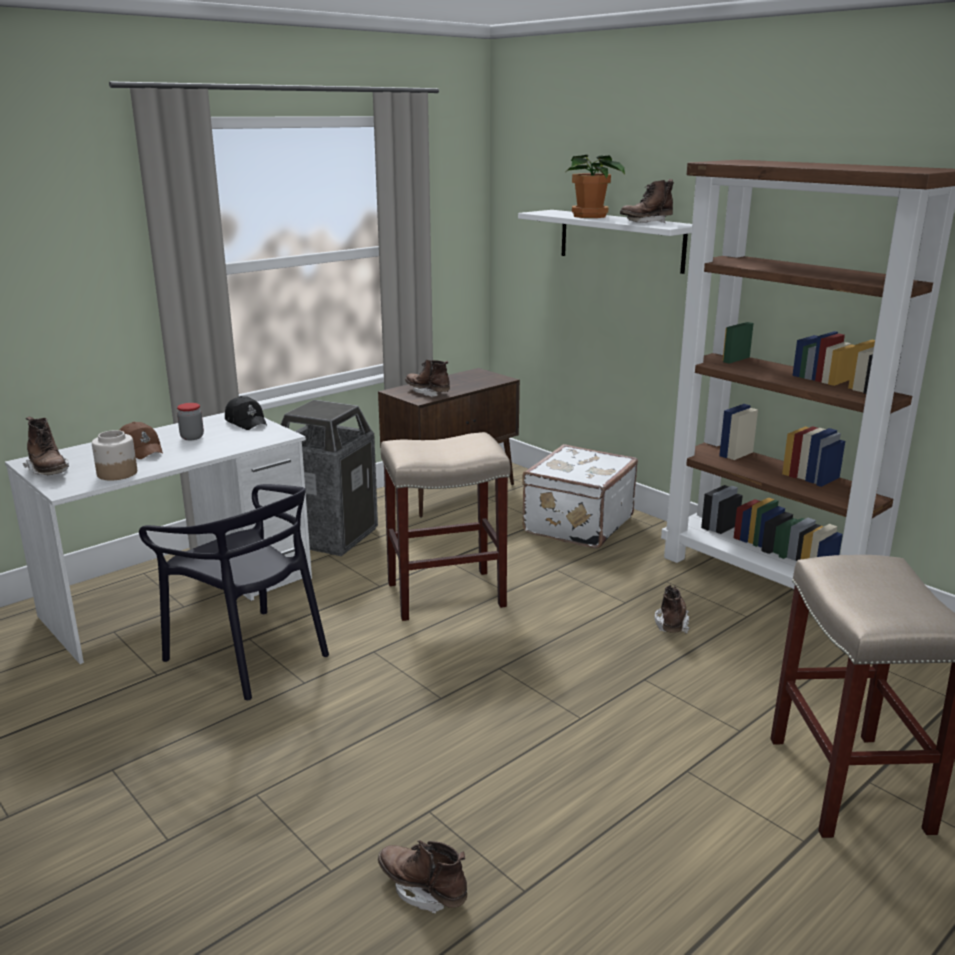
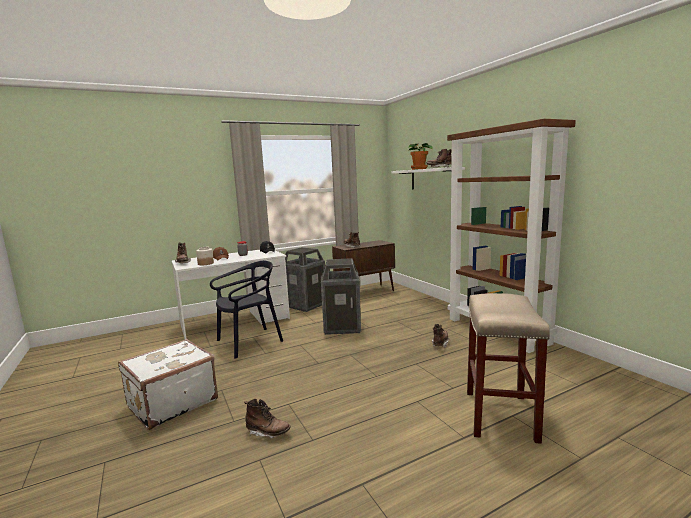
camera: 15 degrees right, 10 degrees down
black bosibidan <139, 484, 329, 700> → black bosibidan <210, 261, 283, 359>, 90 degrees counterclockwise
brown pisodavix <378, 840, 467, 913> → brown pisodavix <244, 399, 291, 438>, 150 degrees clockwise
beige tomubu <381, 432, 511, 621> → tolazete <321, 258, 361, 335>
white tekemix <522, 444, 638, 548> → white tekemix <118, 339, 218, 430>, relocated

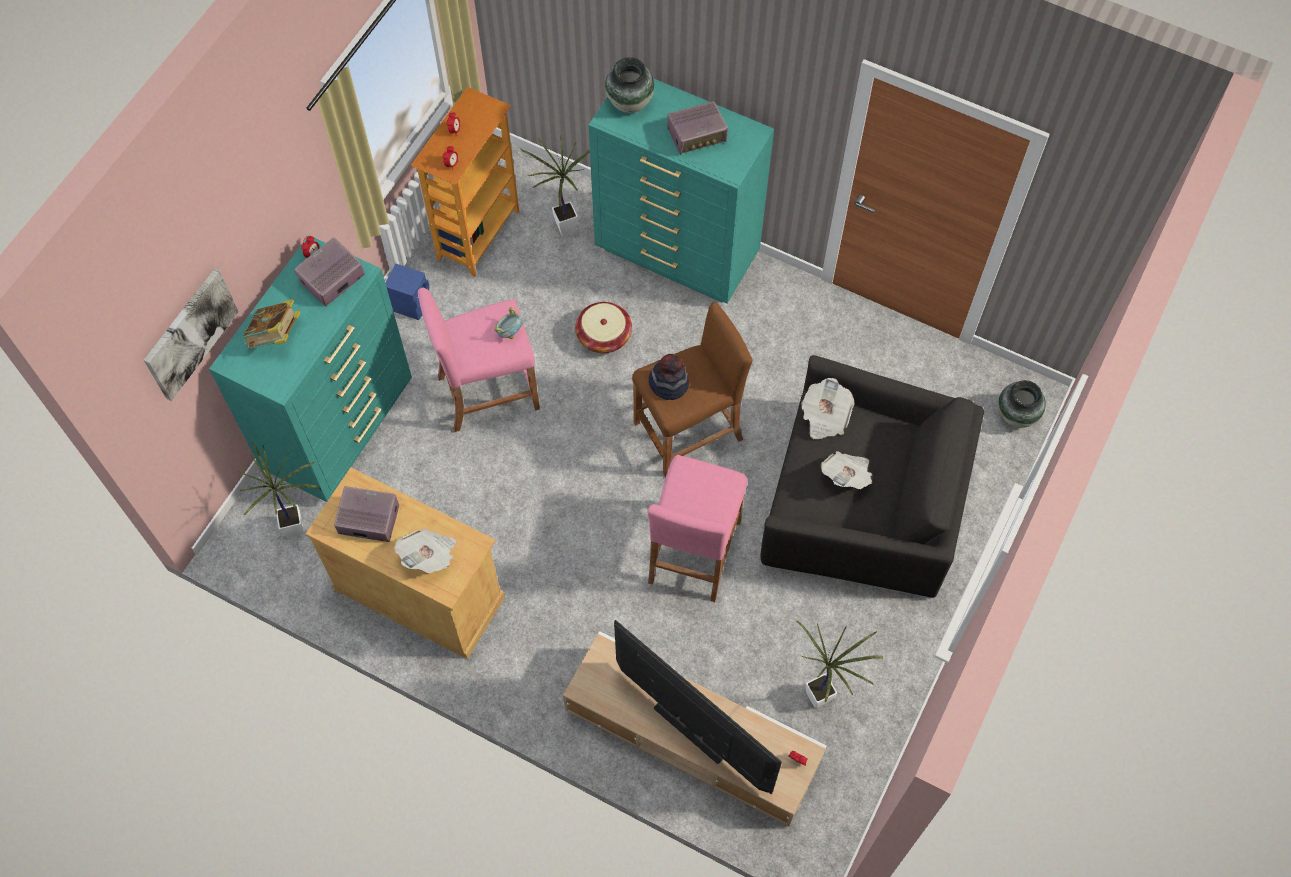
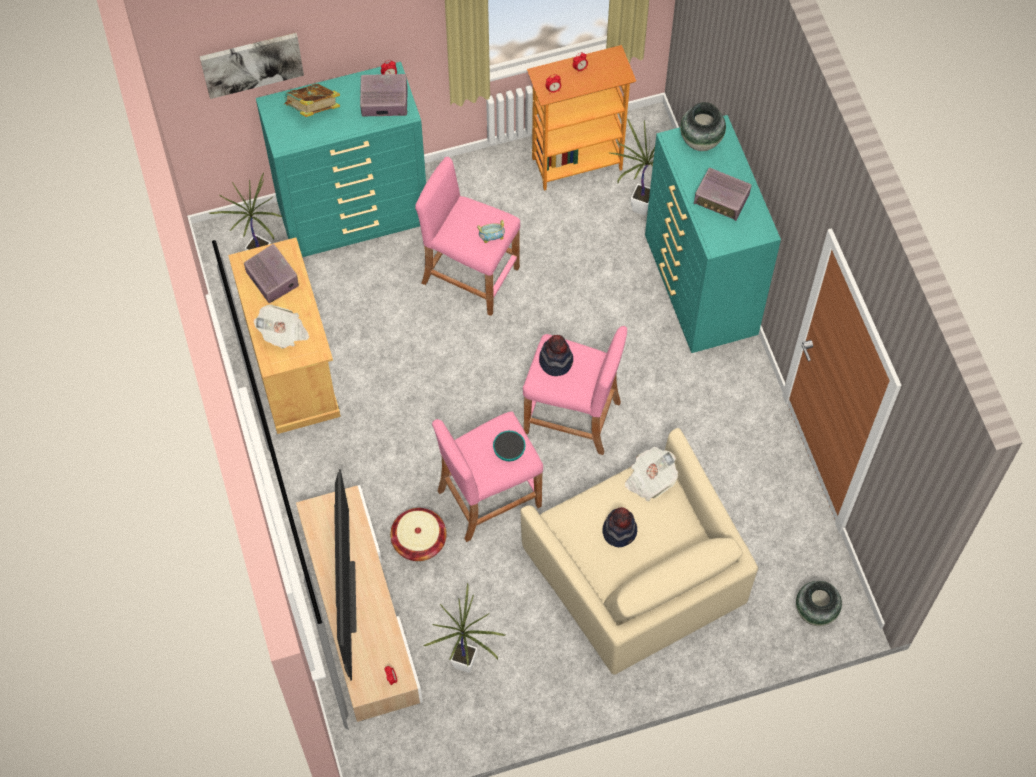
camera: 45 degrees right, 0 degrees up
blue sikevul <385, 264, 429, 320> → -
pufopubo <575, 302, 632, 353> → pufopubo <390, 508, 447, 561>, relocated
brown tomubu <632, 302, 753, 477> → pink tomubu <523, 326, 627, 455>
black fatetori <760, 355, 984, 598> → beige fatetori <520, 428, 758, 675>
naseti <821, 451, 873, 489> → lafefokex <602, 507, 637, 547>
- → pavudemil <493, 431, 526, 461>

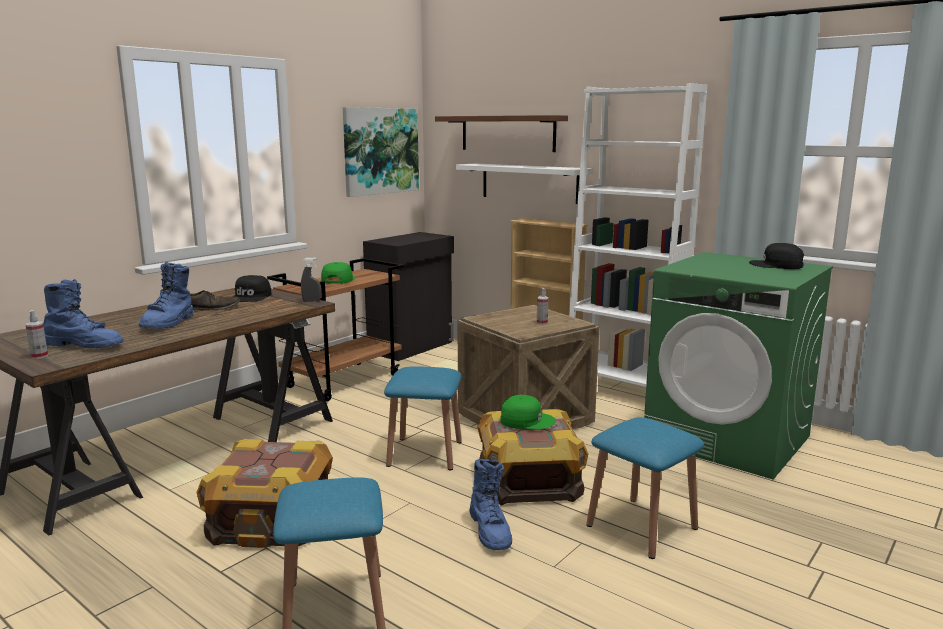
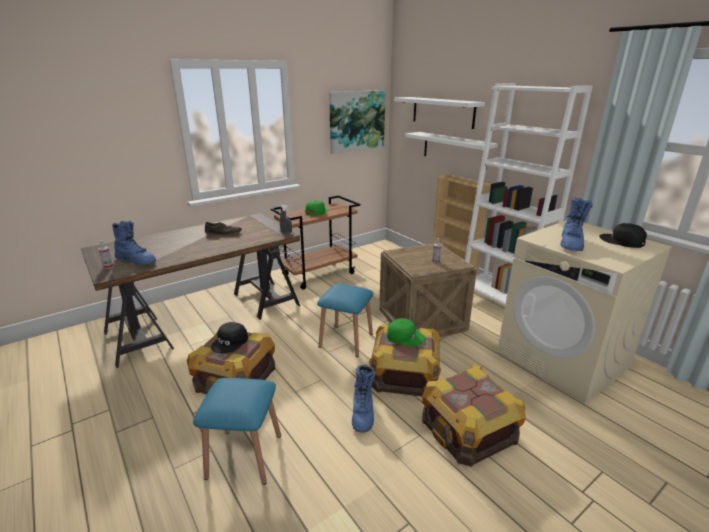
camera: 15 degrees right, 10 degrees up
blue pisodavix <139, 261, 193, 329> → blue pisodavix <560, 197, 593, 251>, relocated
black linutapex <232, 275, 271, 302> → black linutapex <211, 322, 248, 354>, relocated
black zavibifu <363, 232, 454, 361> → -
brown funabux <435, 115, 568, 152> → white funabux <394, 97, 485, 129>
blue tomubu <586, 417, 704, 559> → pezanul <422, 365, 526, 467>
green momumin <644, 252, 833, 479> → beige momumin <497, 220, 672, 404>

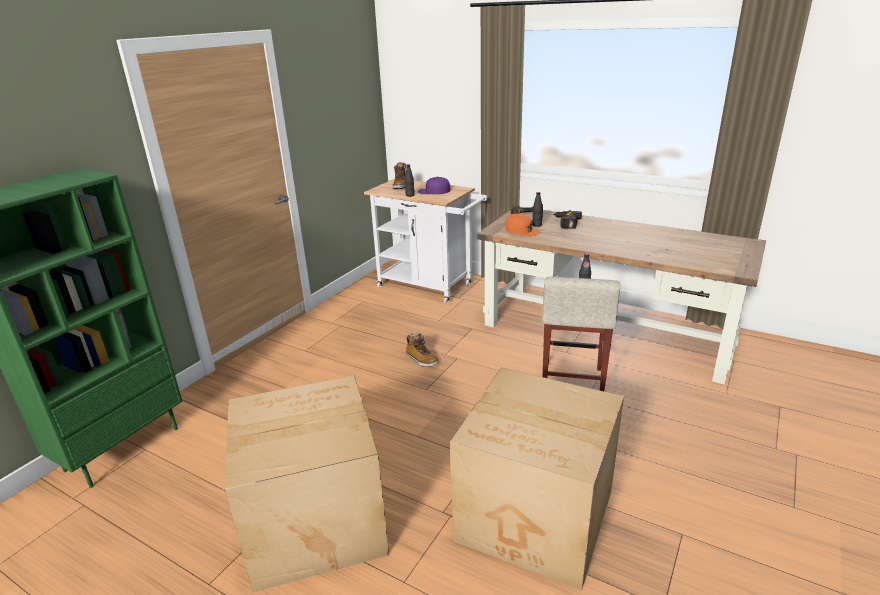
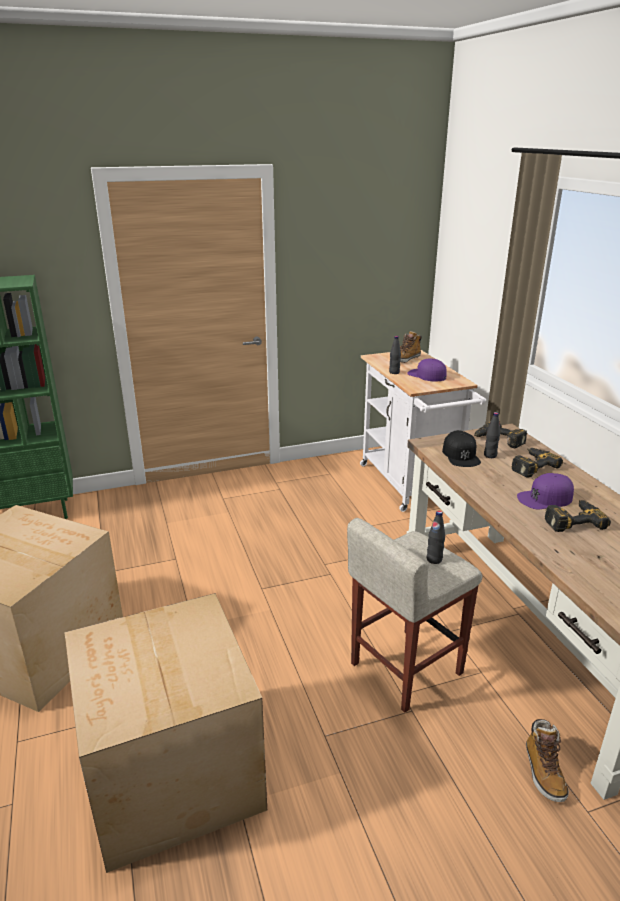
camera: 40 degrees right, 0 degrees up
pisodavix <406, 333, 438, 367> → pisodavix <526, 719, 569, 802>, relocated
orange linutapex <505, 214, 541, 237> → black linutapex <442, 430, 481, 467>
- → purple linutapex <517, 473, 574, 509>
- → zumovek <545, 500, 611, 532>

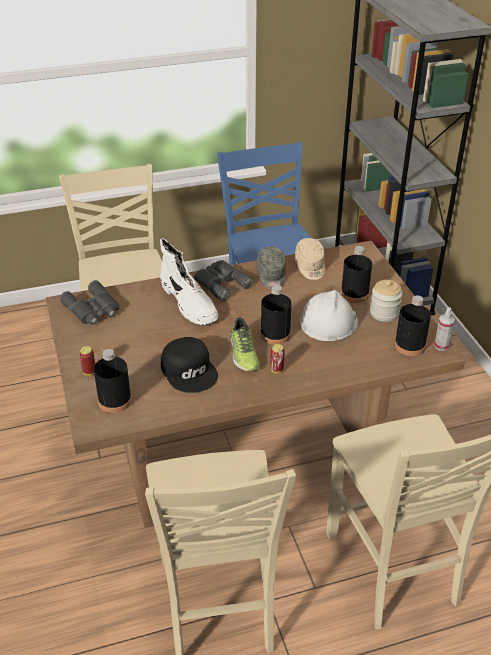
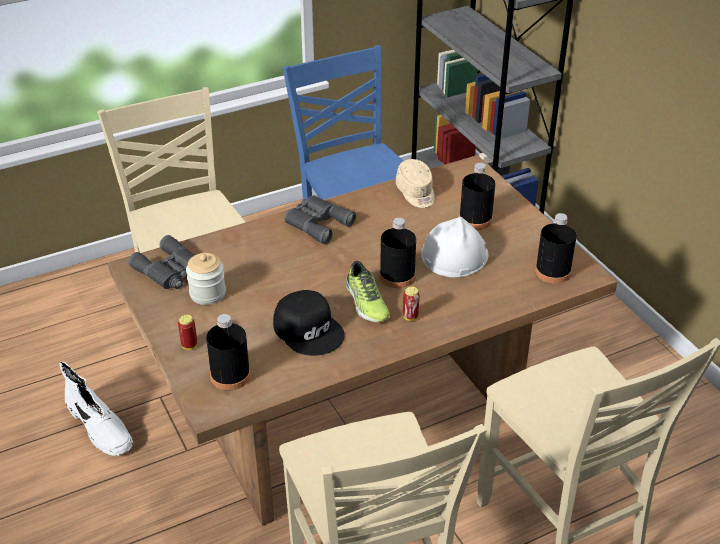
camera: 10 degrees left, 0 degrees up
white pisodavix <160, 238, 219, 325> → white pisodavix <59, 362, 133, 456>, relocated
grey linutapex <256, 247, 286, 289> → -
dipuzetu <370, 280, 402, 322> → dipuzetu <186, 253, 226, 305>, relocated
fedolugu <434, 307, 455, 351> → -

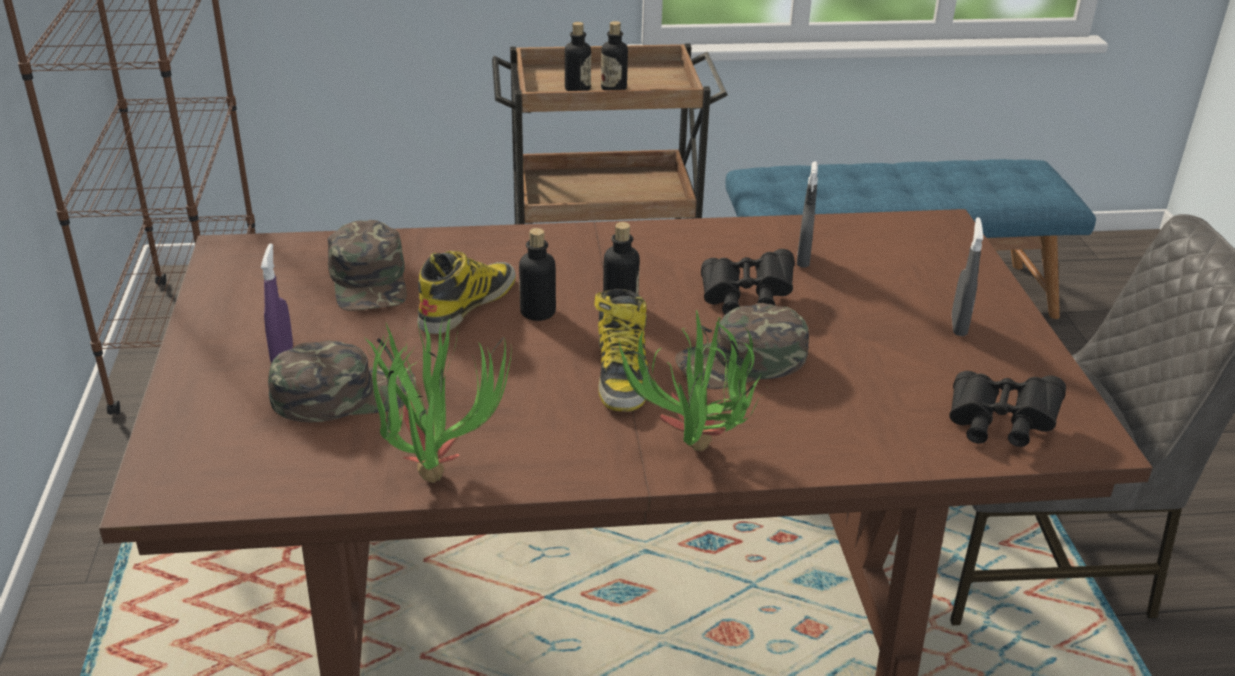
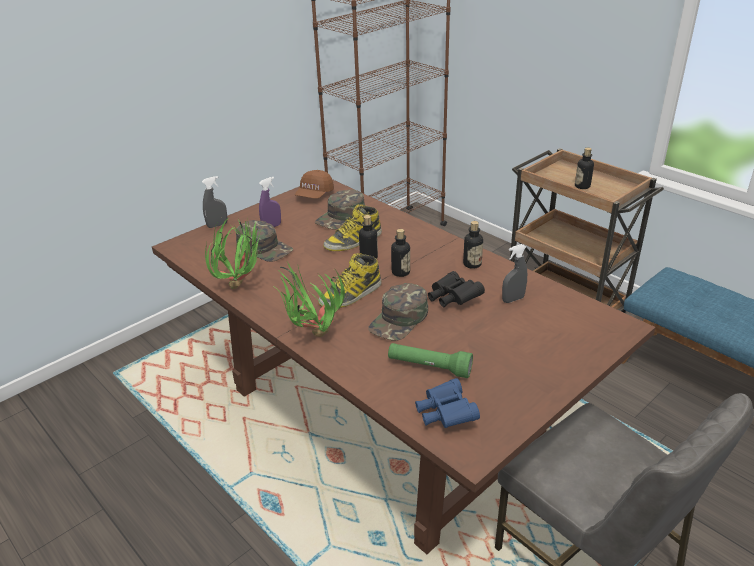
camera: 55 degrees right, 0 degrees up
pisodavix <417, 251, 516, 334> → pisodavix <323, 204, 382, 251>, 150 degrees clockwise
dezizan <565, 22, 591, 91> → dezizan <463, 221, 483, 269>, relocated
green linutapex <675, 303, 809, 389> → green linutapex <368, 283, 428, 341>, 90 degrees counterclockwise
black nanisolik <949, 371, 1066, 447> → blue nanisolik <415, 378, 480, 428>
grey fedolugu <952, 217, 983, 336> → grey fedolugu <202, 176, 228, 228>, relocated
- → brown linutapex <295, 170, 334, 199>
- → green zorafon <388, 343, 473, 378>

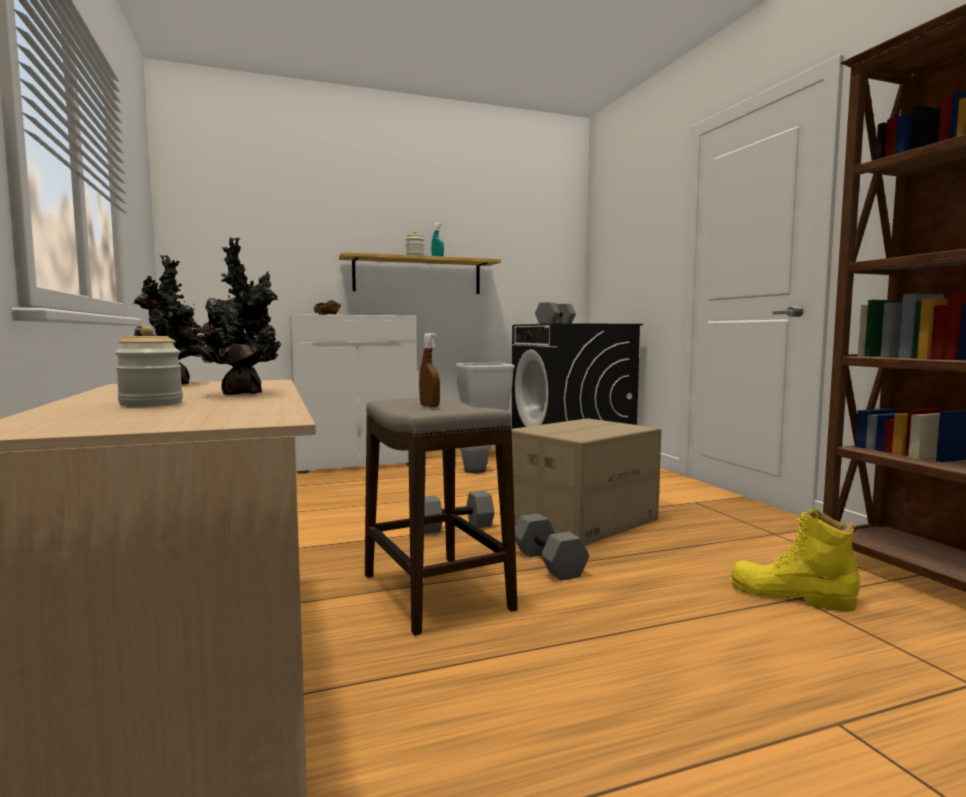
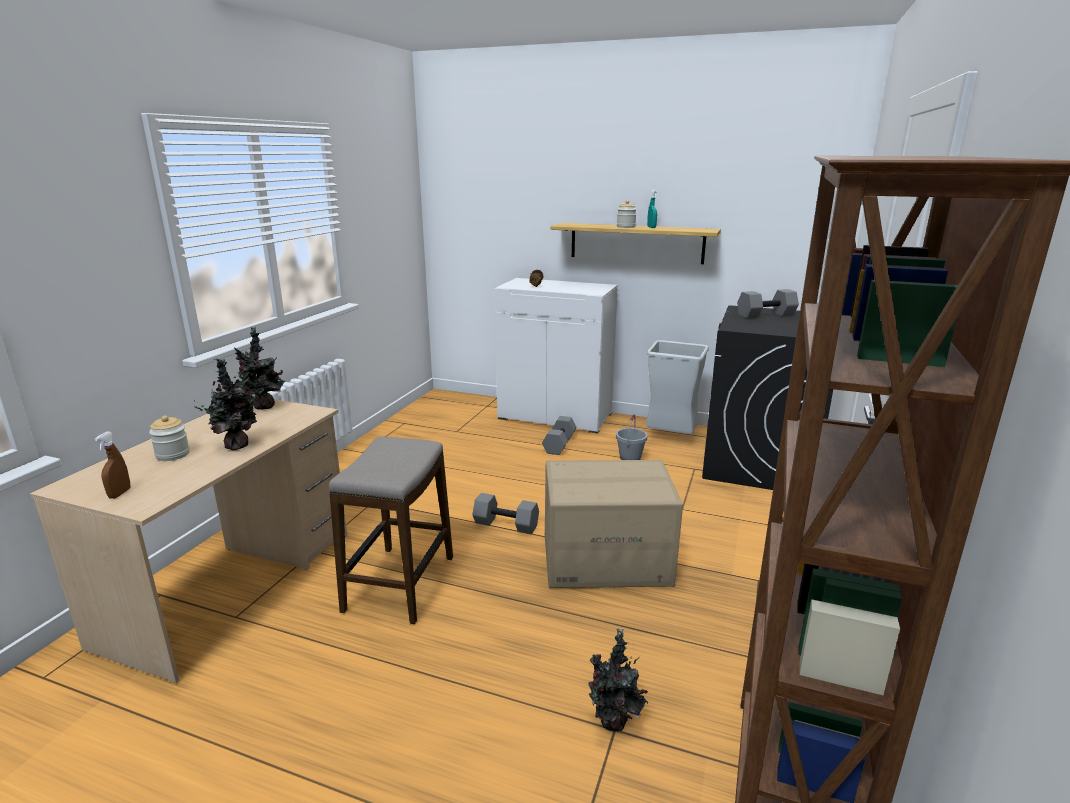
camera: 40 degrees right, 15 degrees up
brown fedolugu <419, 333, 440, 407> → brown fedolugu <95, 431, 131, 499>, relocated
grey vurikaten <515, 514, 589, 581> → grey vurikaten <542, 416, 577, 455>, relocated
yellow pisodavix <731, 510, 860, 612> → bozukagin <588, 628, 648, 731>

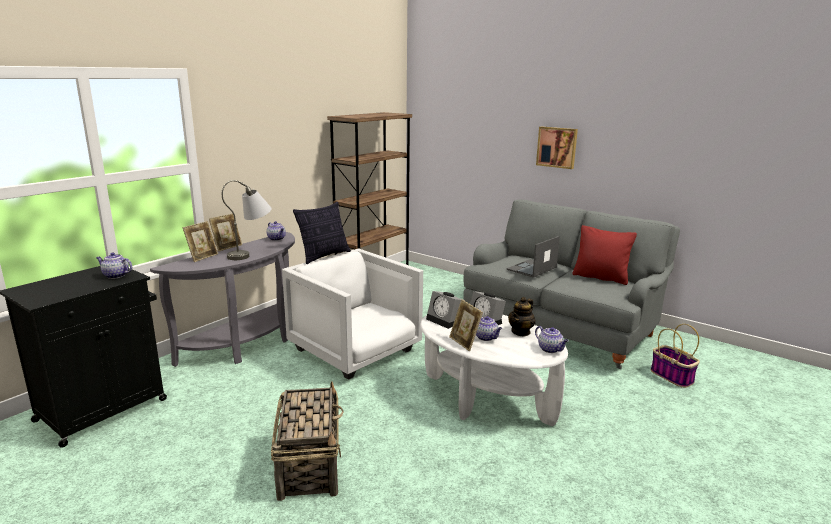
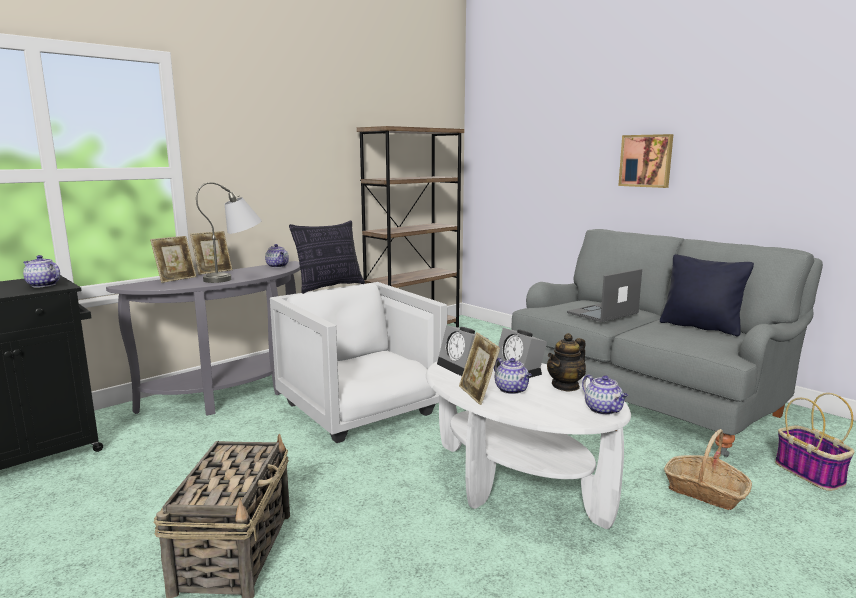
camera: 10 degrees right, 5 degrees down
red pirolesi <572, 225, 637, 285> → black pirolesi <660, 254, 754, 336>
- → pufopubo <664, 429, 752, 510>

